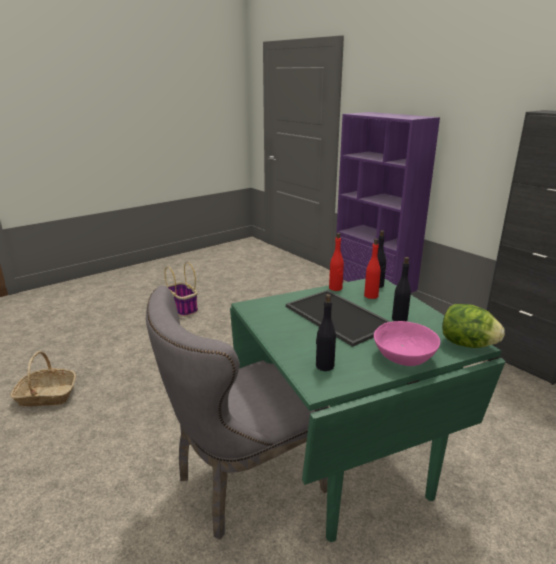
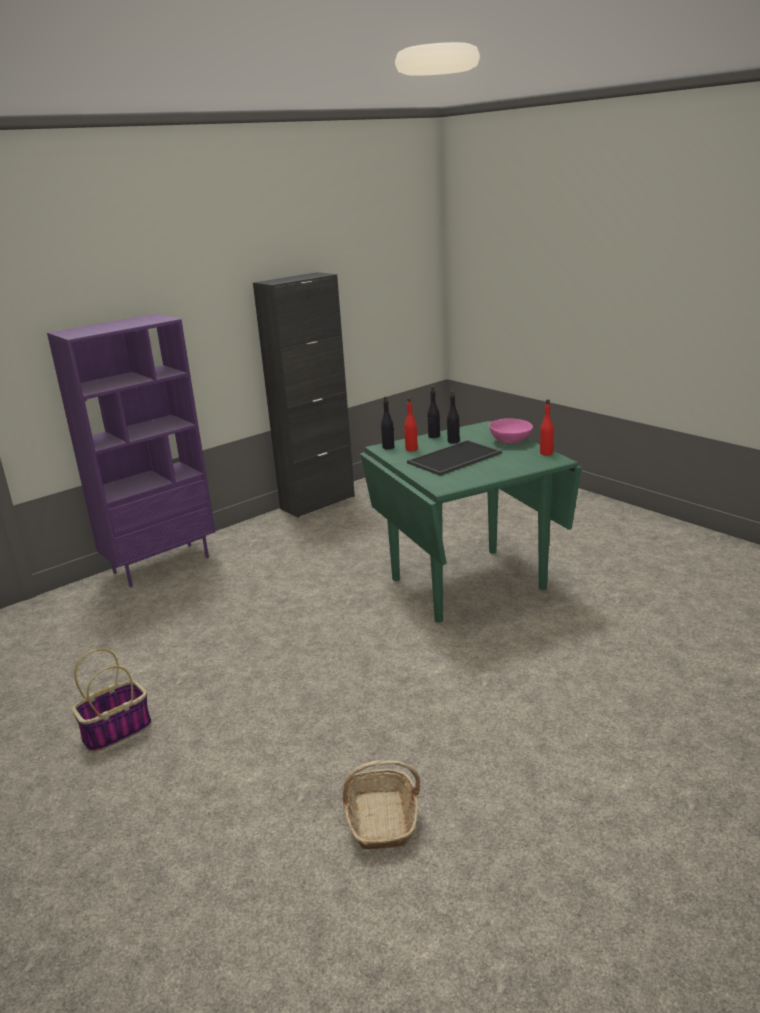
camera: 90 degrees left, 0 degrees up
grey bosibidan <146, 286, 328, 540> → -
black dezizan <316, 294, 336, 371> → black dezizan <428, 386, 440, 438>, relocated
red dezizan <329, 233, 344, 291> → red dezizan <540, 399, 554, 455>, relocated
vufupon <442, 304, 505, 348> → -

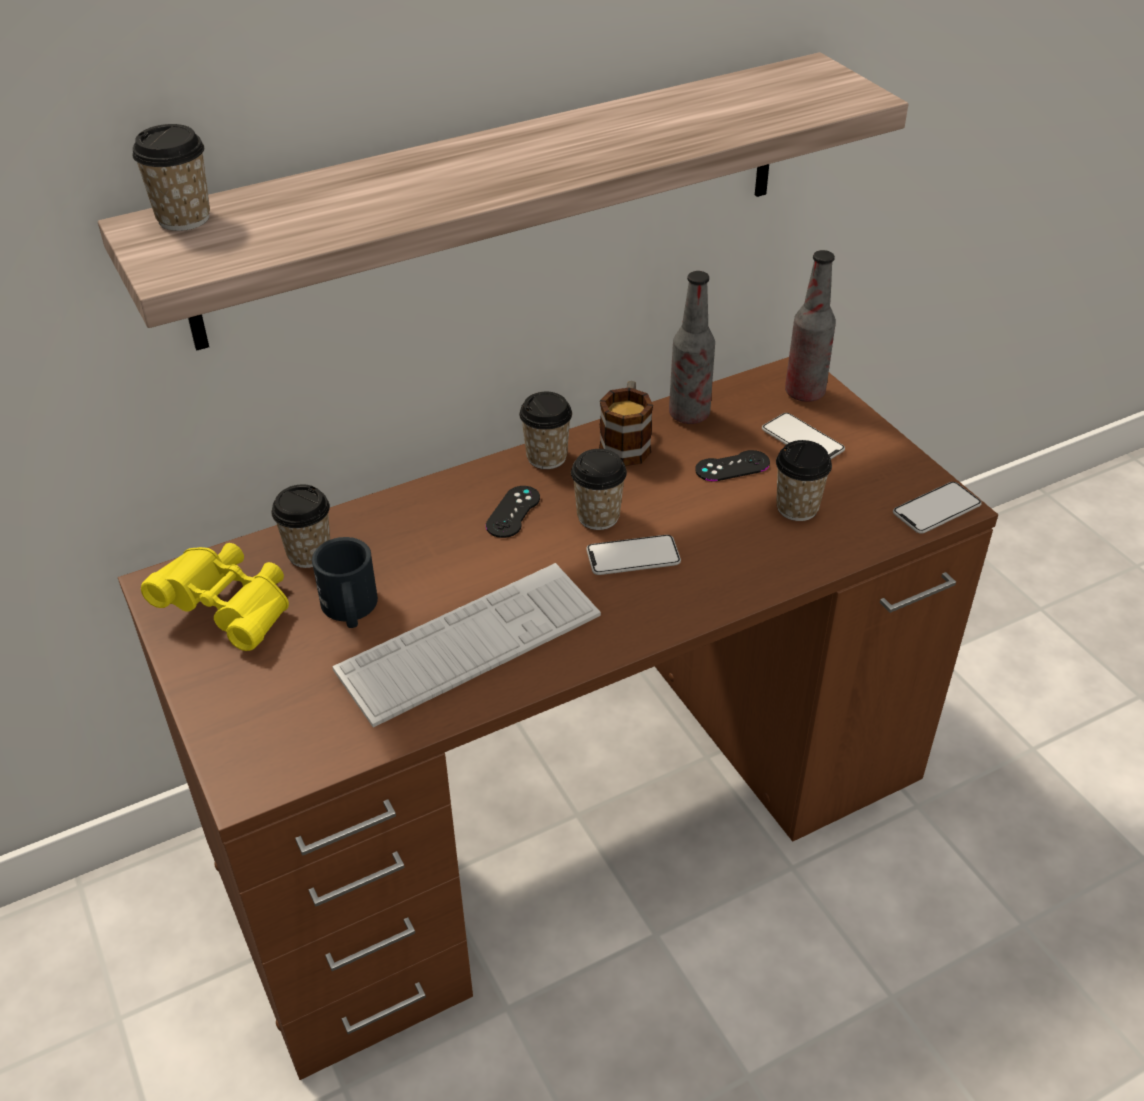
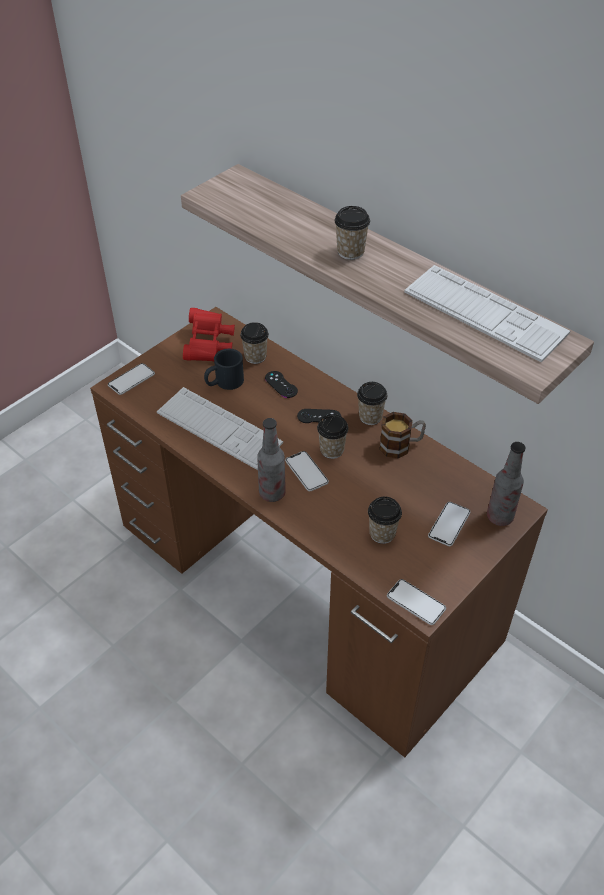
camera: 70 degrees right, 5 degrees up
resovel <132, 124, 210, 231> → resovel <335, 206, 370, 260>, relocated
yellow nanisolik <141, 543, 289, 651> → red nanisolik <183, 308, 235, 361>
dezizan <669, 271, 715, 424> → dezizan <257, 418, 286, 502>, relocated
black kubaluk <695, 450, 770, 482> → black kubaluk <265, 371, 298, 398>, relocated
- → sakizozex <108, 363, 155, 395>
- → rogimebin <404, 265, 570, 362>

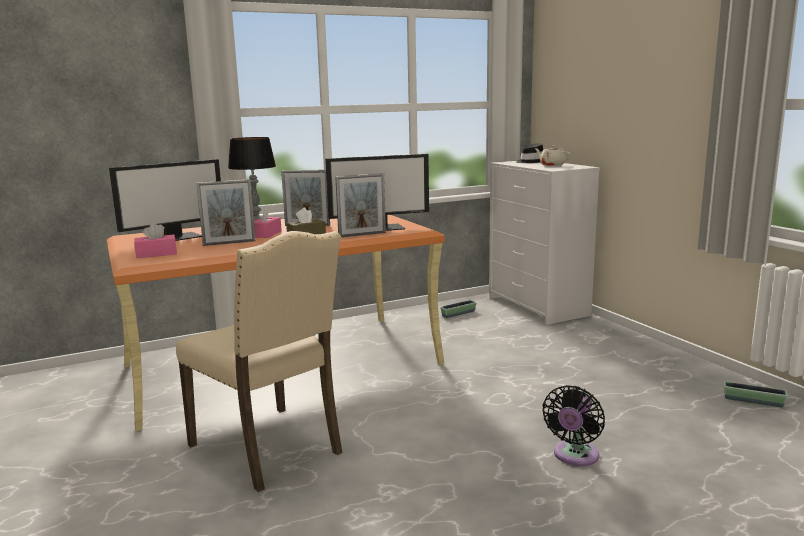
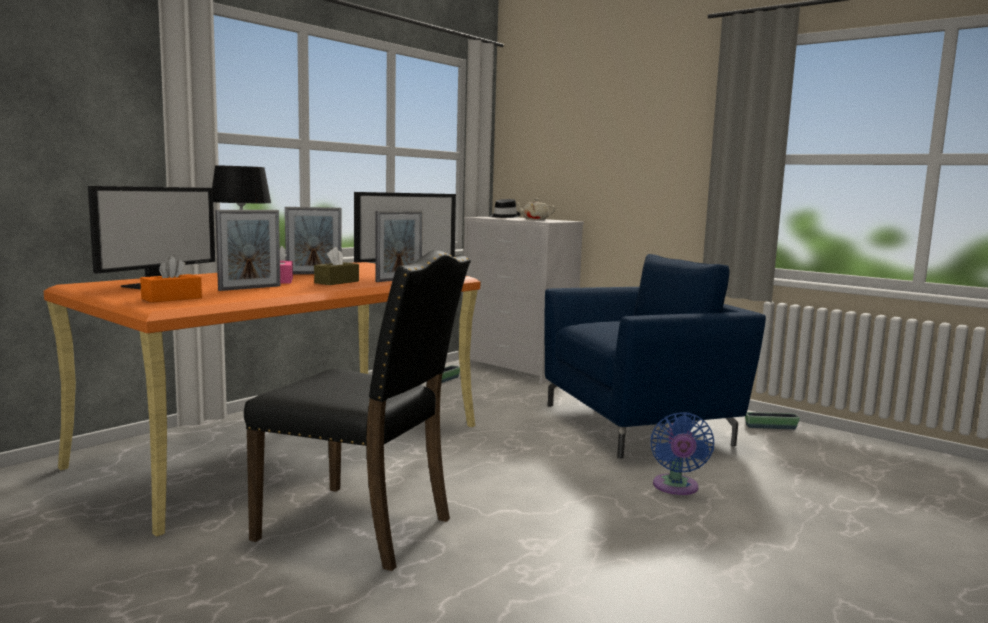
camera: 25 degrees left, 5 degrees down
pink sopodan <134, 222, 177, 258> → orange sopodan <140, 256, 202, 303>
beige bosibidan <176, 231, 343, 492> → black bosibidan <244, 250, 471, 571>
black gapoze <542, 385, 605, 466> → blue gapoze <650, 412, 714, 495>
- → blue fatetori <544, 254, 766, 458>

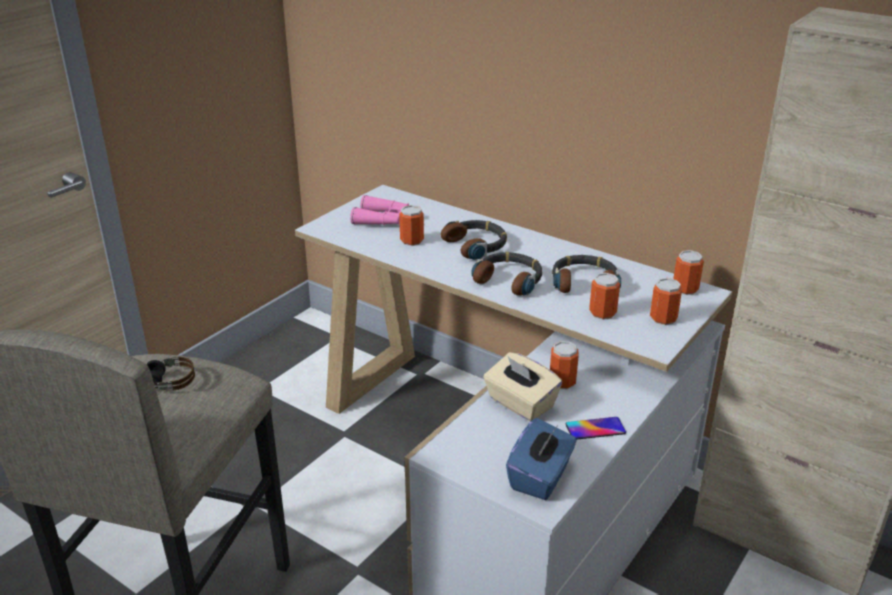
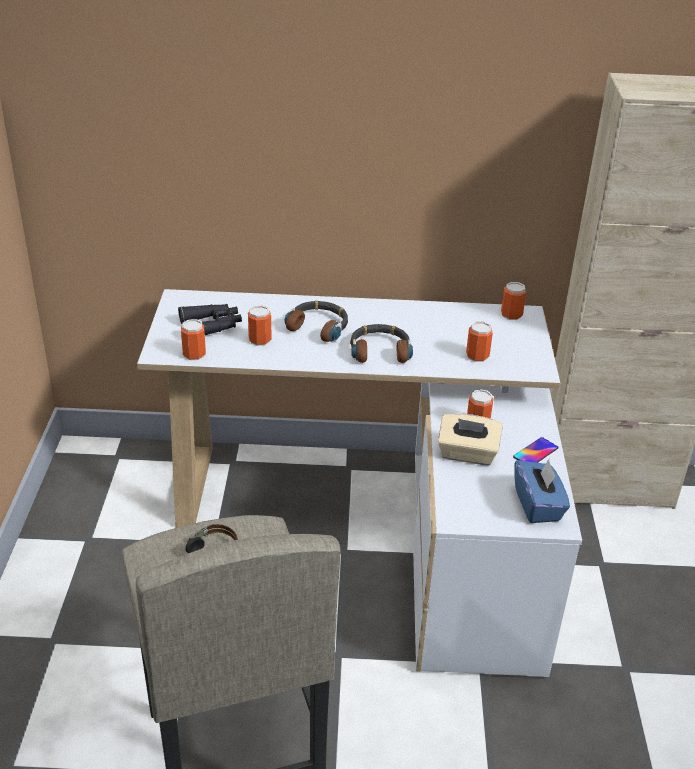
camera: 35 degrees left, 5 degrees up
pink nanisolik <350, 195, 409, 225> → black nanisolik <178, 304, 242, 335>
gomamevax <552, 255, 621, 293> → -
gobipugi <650, 278, 682, 325> → gobipugi <181, 319, 206, 360>, relocated

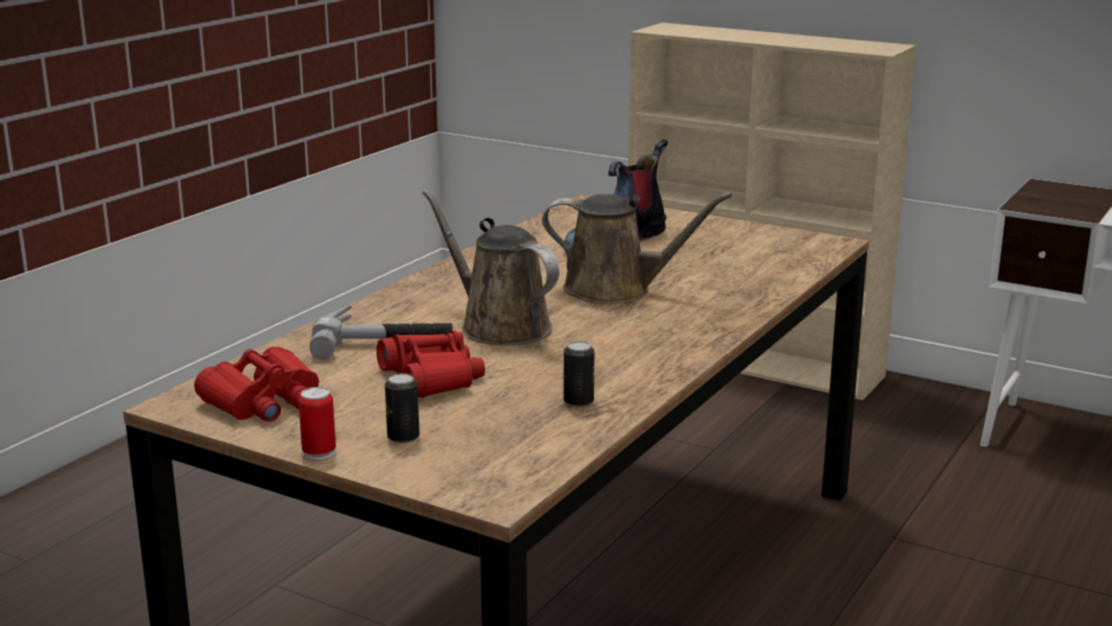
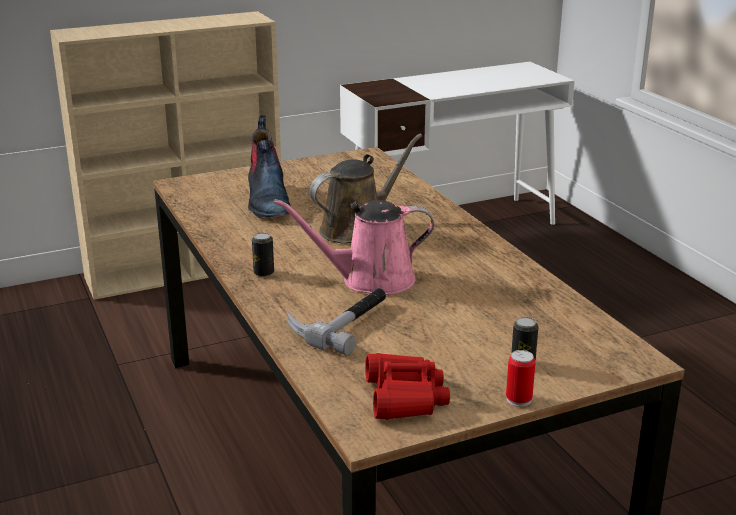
camera: 55 degrees left, 5 degrees up
red nanisolik <376, 330, 485, 398> → -
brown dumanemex <422, 189, 559, 345> → pink dumanemex <274, 199, 434, 295>
gobipugi <564, 341, 594, 407> → gobipugi <252, 233, 274, 277>, relocated

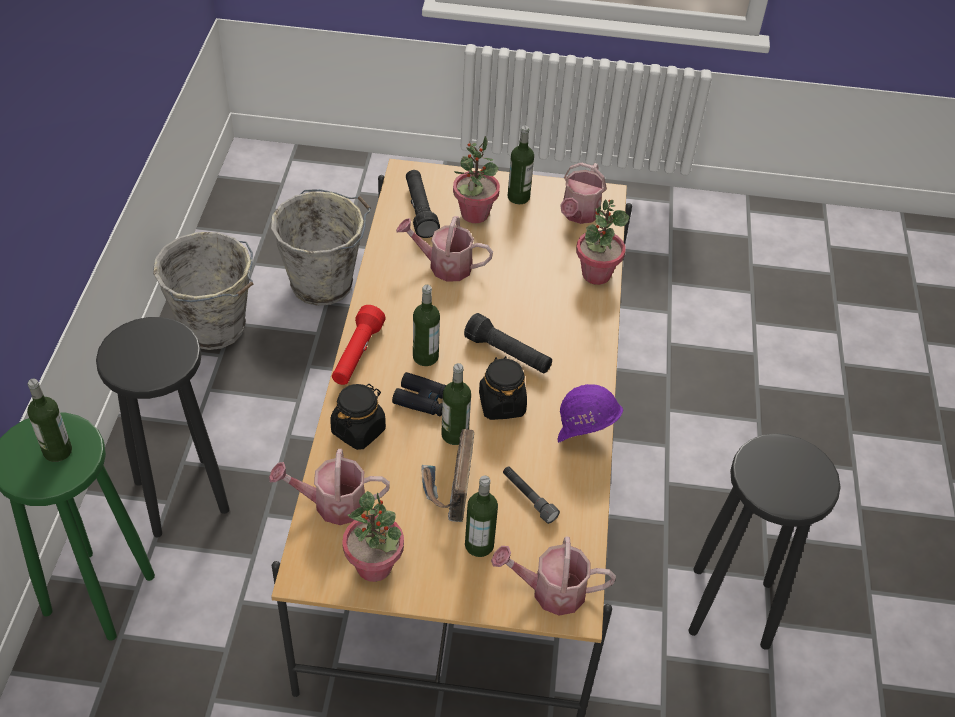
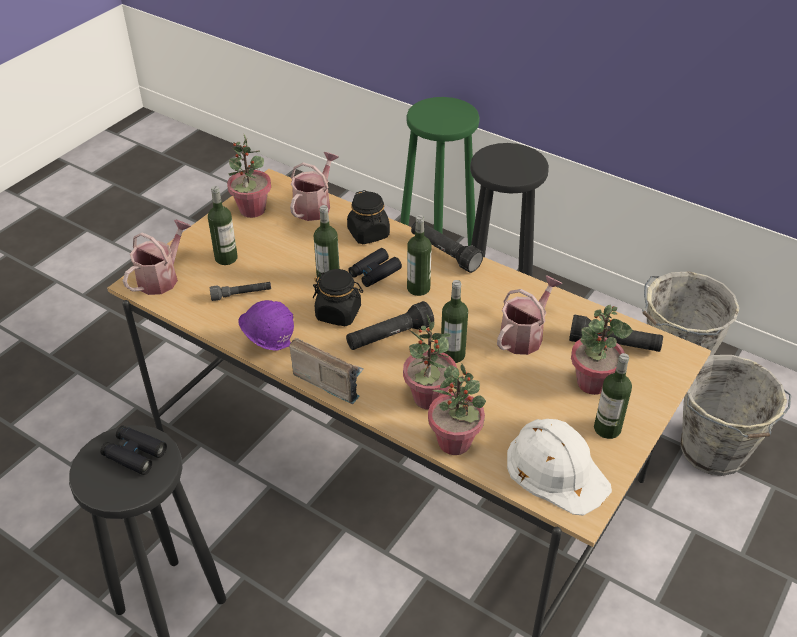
camera: 120 degrees right, 5 degrees down
dezizan <27, 379, 72, 462> → dezizan <441, 280, 468, 363>, relocated
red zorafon <332, 305, 385, 385> → black zorafon <411, 222, 483, 273>
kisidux <421, 429, 474, 522> → kisidux <289, 338, 364, 404>, relocated
dumanemex <560, 163, 607, 224> → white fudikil <507, 419, 612, 516>
- → black nanisolik <100, 426, 167, 475>
- → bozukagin <403, 315, 457, 410>

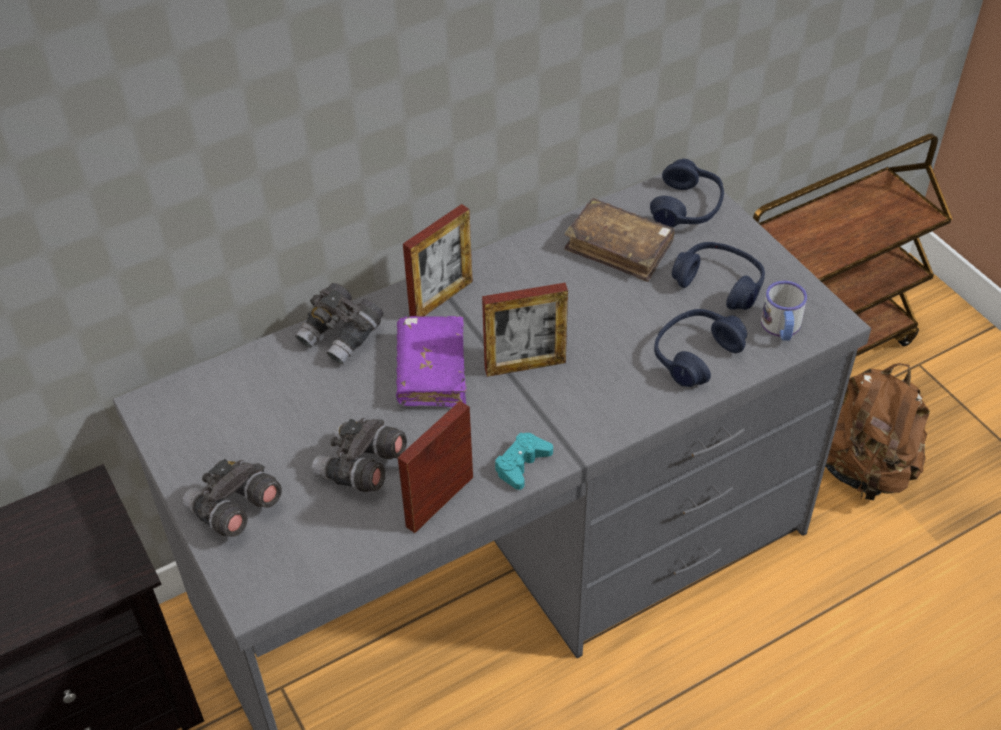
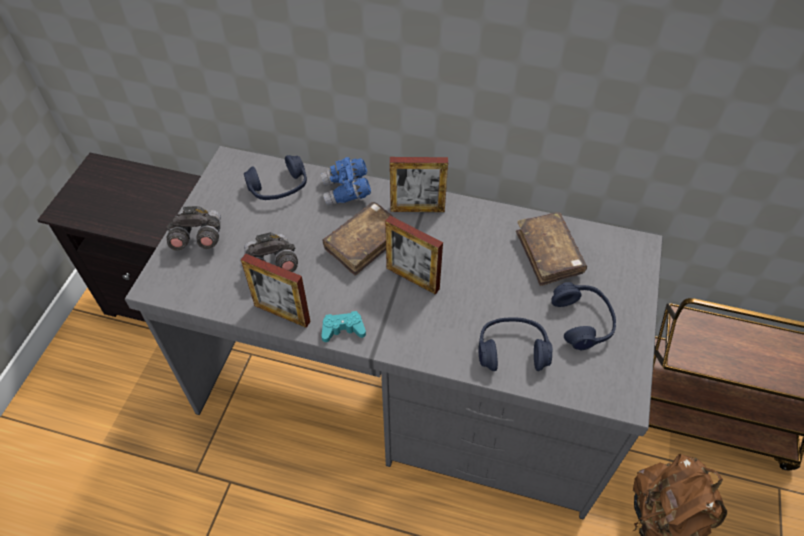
camera: 45 degrees right, 5 degrees up
grey nanisolik <295, 283, 384, 365> → blue nanisolik <321, 157, 371, 206>
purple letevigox <396, 316, 466, 407> → brown letevigox <323, 202, 397, 276>
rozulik <398, 401, 473, 533> → rozulik <241, 254, 311, 328>, 150 degrees counterclockwise
blue gomamevax <650, 158, 724, 227> → blue gomamevax <244, 155, 307, 200>, relocated
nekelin <761, 281, 807, 340> → -

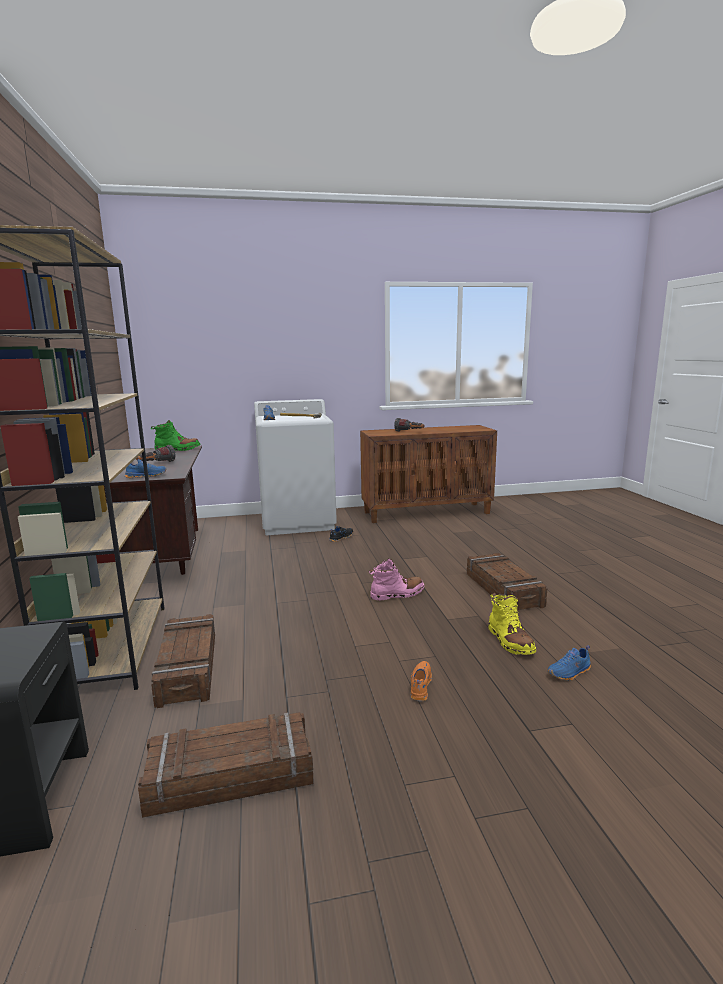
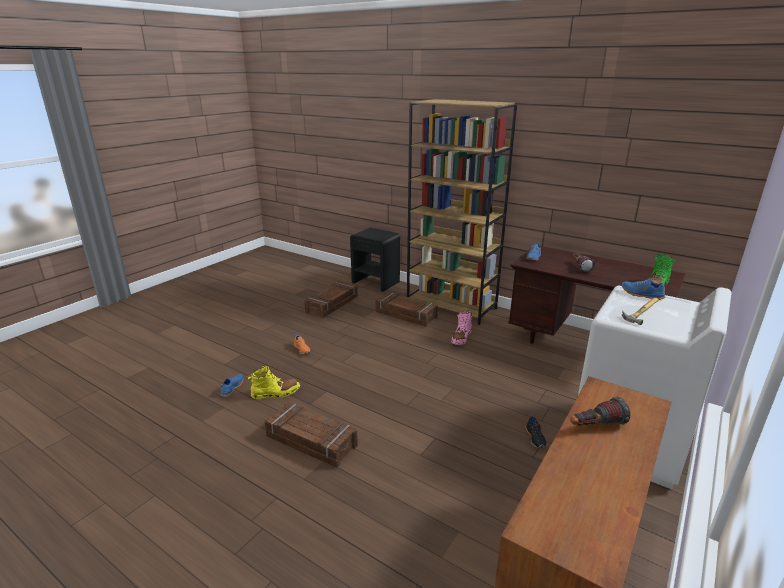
camera: 135 degrees right, 10 degrees up
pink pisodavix <369, 558, 424, 601> → pink pisodavix <451, 311, 472, 345>, relocated
yellow pisodavix <488, 593, 536, 655> → yellow pisodavix <247, 365, 300, 399>, 135 degrees clockwise

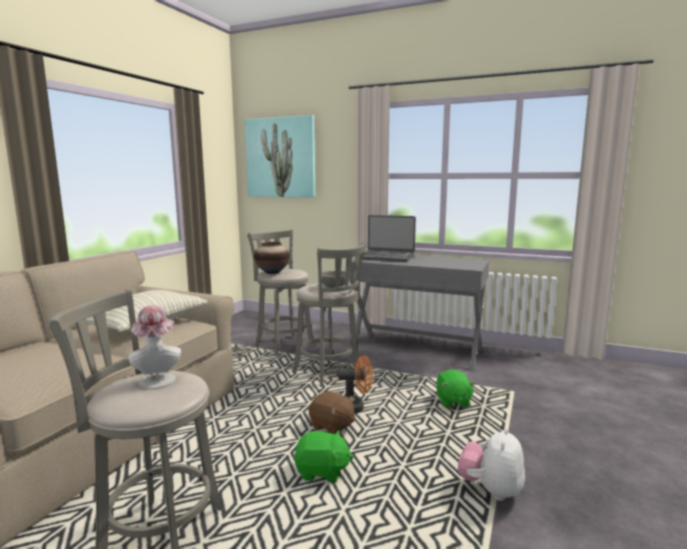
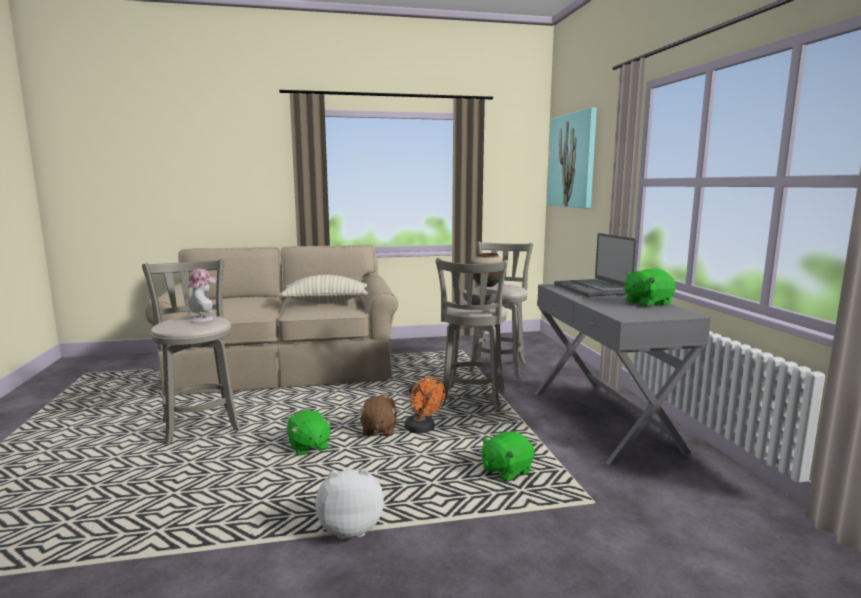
camera: 55 degrees right, 0 degrees up
- → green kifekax <624, 269, 676, 307>

